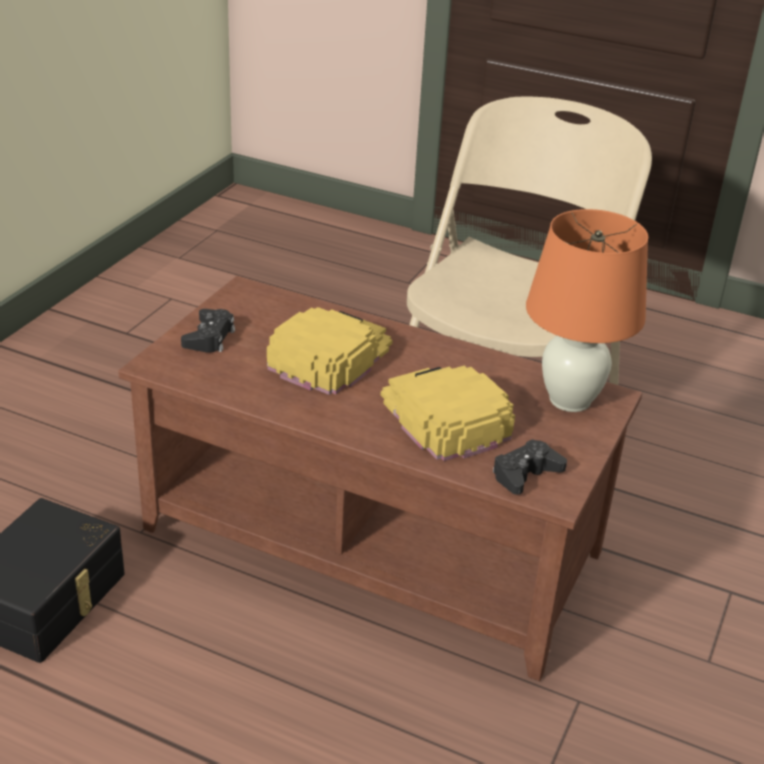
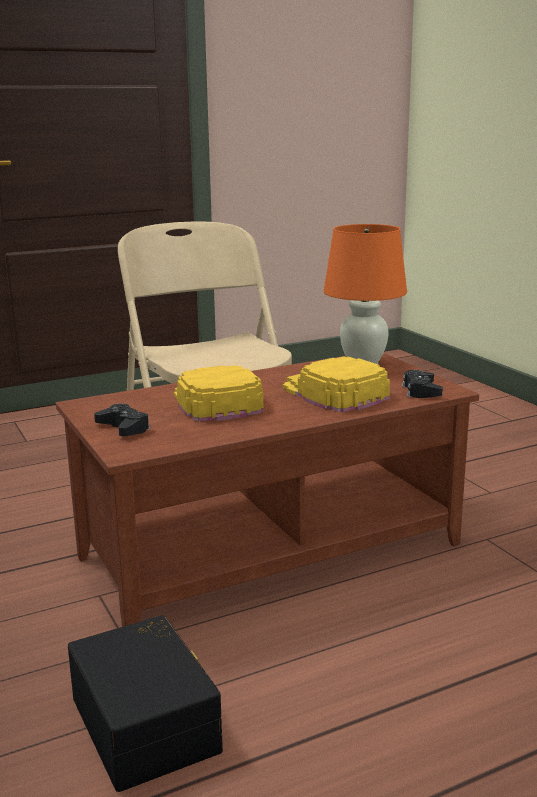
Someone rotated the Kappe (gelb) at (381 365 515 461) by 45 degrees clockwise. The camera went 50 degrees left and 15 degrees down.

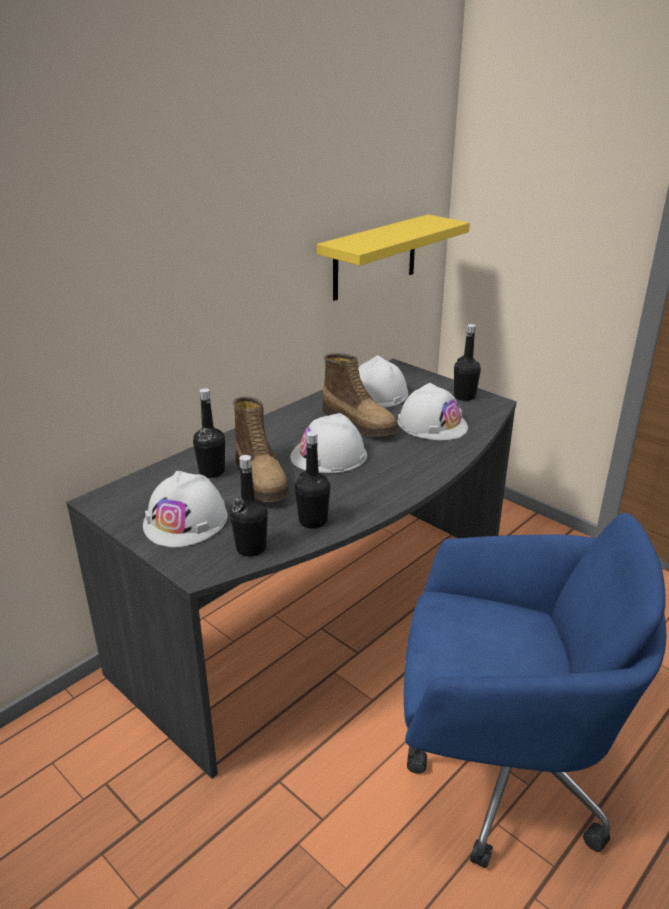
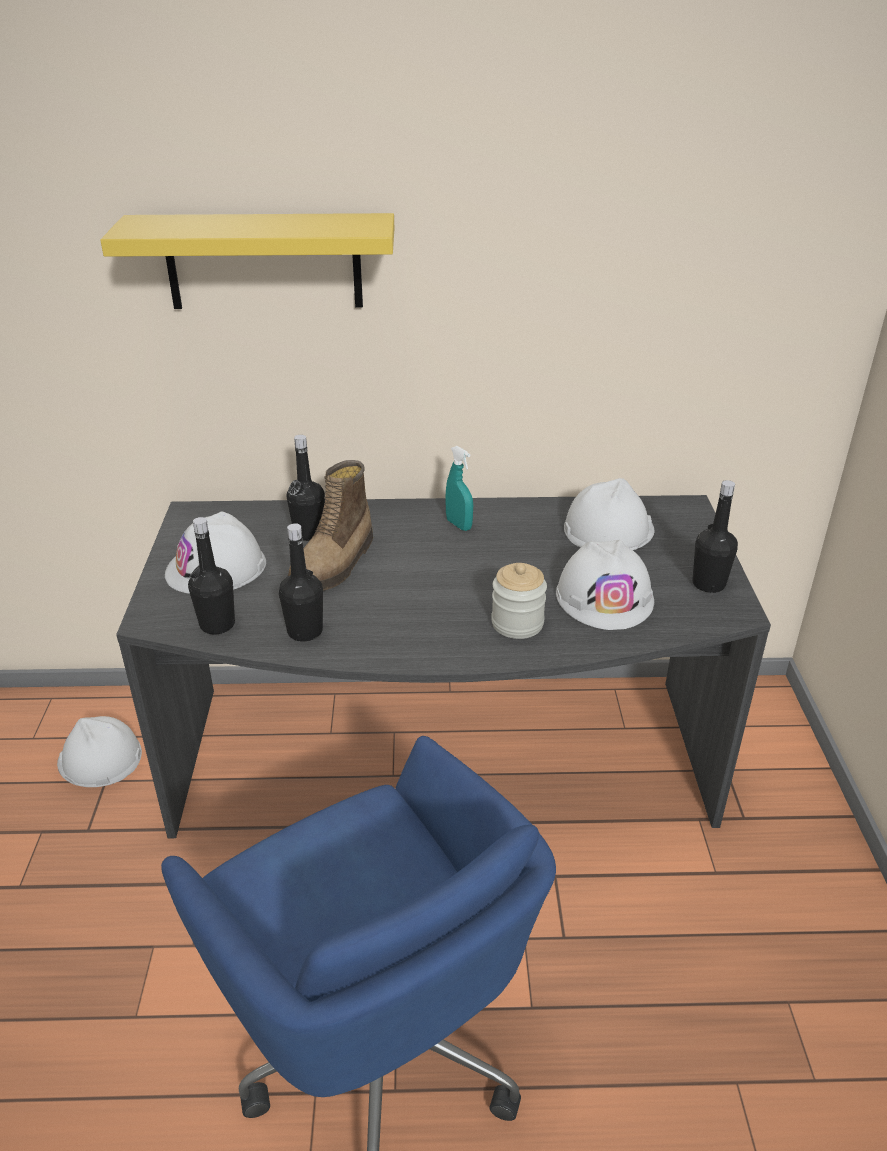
Someone carried the Schutzhelm (weiß) from (290 413 367 473) to (57 716 142 787). Someone carried the Wandregal (gelb) from (317 214 470 301) to (100 213 394 309). Someone put down the Sprühflasche (türkis) at (445 446 473 531). Someone put down the Vorratsglas at (491 563 547 639). Someone took away the Stiefel at (322 353 399 436). The camera went 45 degrees right and 5 degrees up.

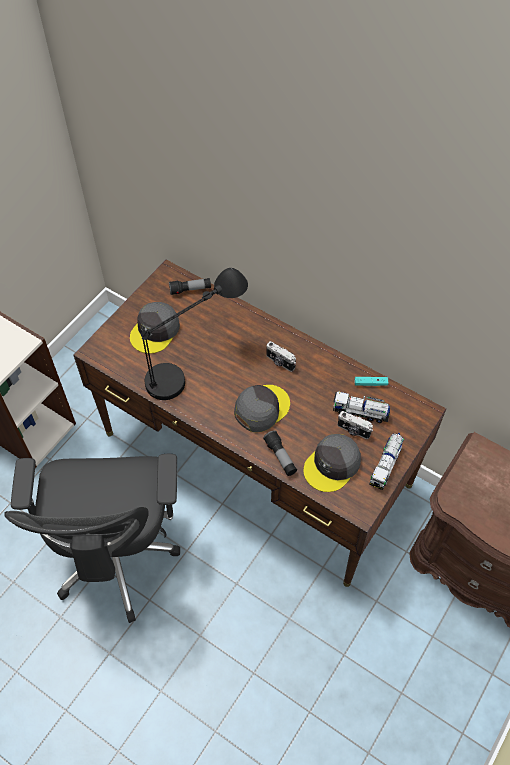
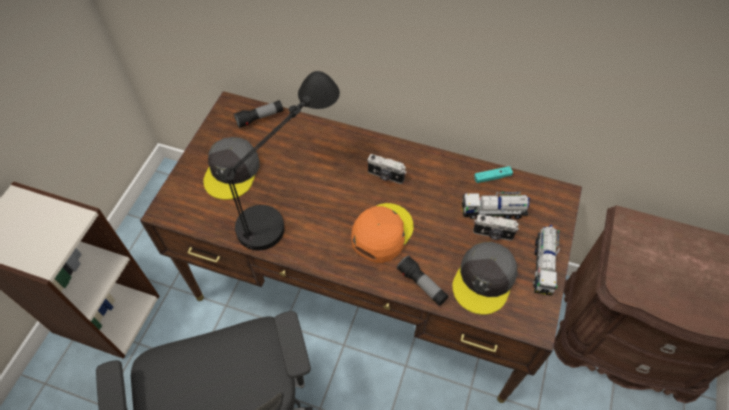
Someone repainted the Kappe (grau) at (234 385 290 432), which became the Kappe (orange) at (351 203 413 263). The camera went 15 degrees left and 0 degrees up.

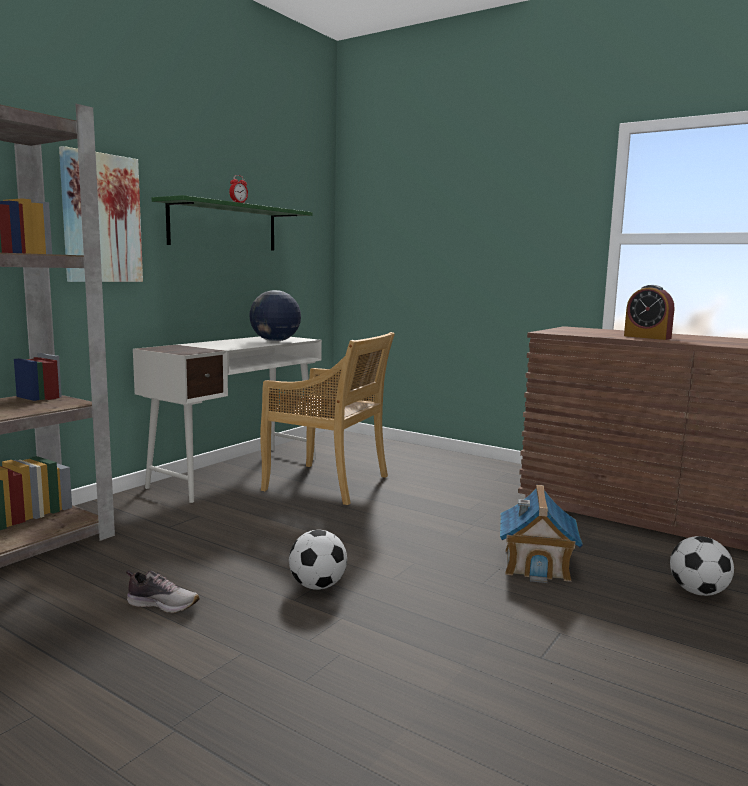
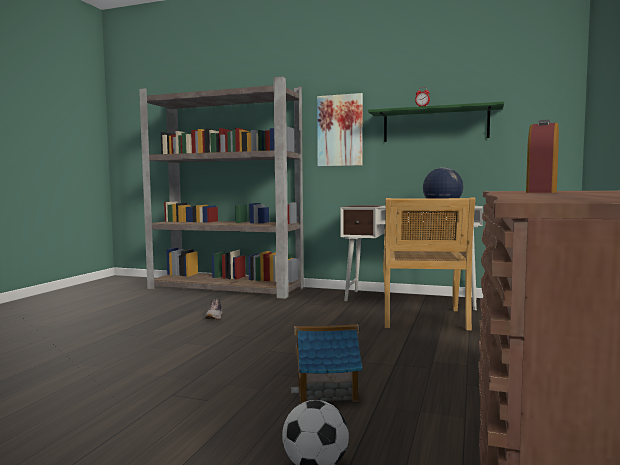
Someone took away the Fußball at (289 530 347 590). The camera went 75 degrees right and 5 degrees down.

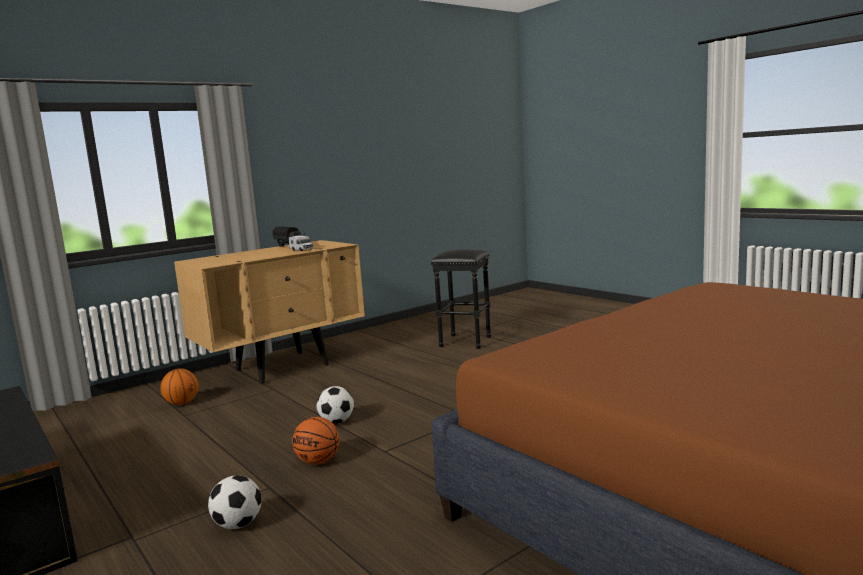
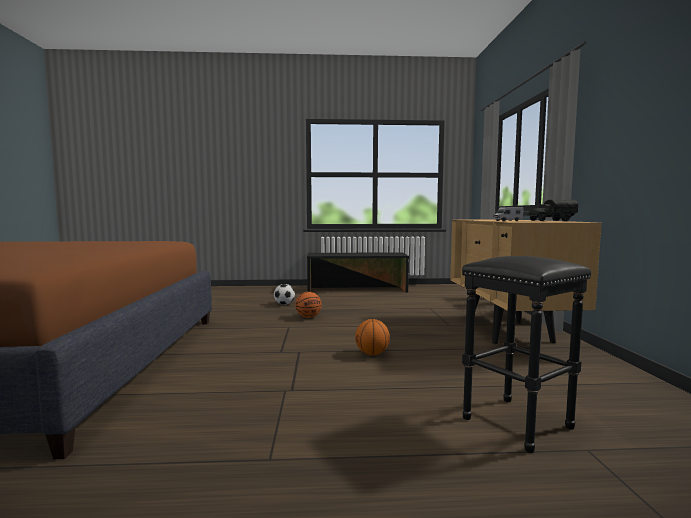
Someone carried the Basketball from (160 368 198 405) to (355 319 390 355). Someone took away the Fußball at (316 386 354 424). The camera went 125 degrees right and 5 degrees down.

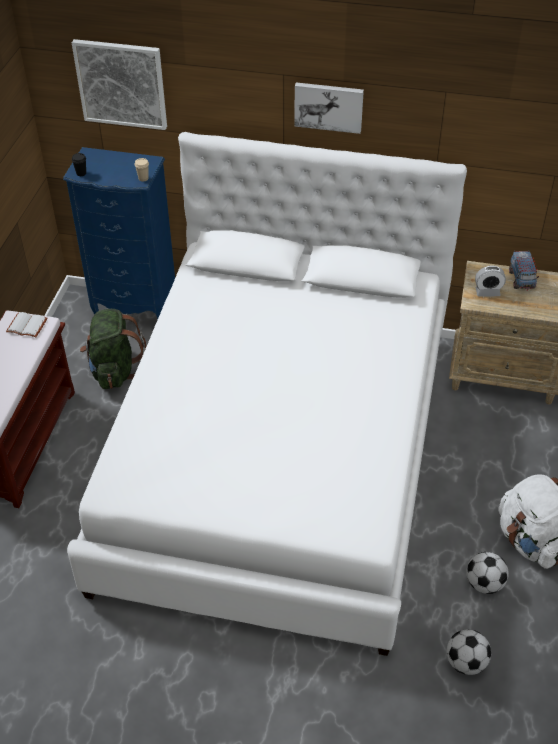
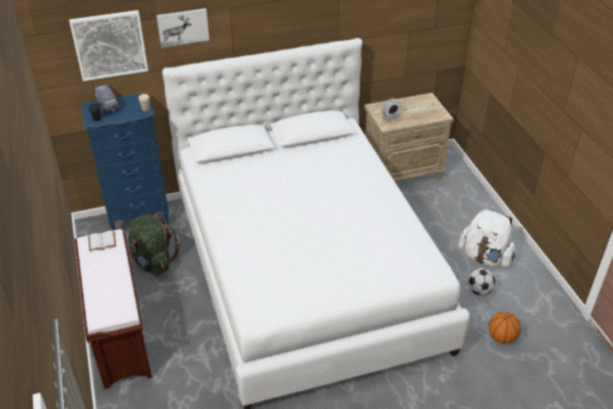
Someone carried the Spielzeuglaster from (509 250 539 291) to (94 84 120 113). Someone carried the Bild from (294 82 364 134) to (156 8 209 48). Someone swapped the Fußball at (447 629 491 675) for the Basketball at (489 312 521 344). The camera went 30 degrees left and 5 degrees down.

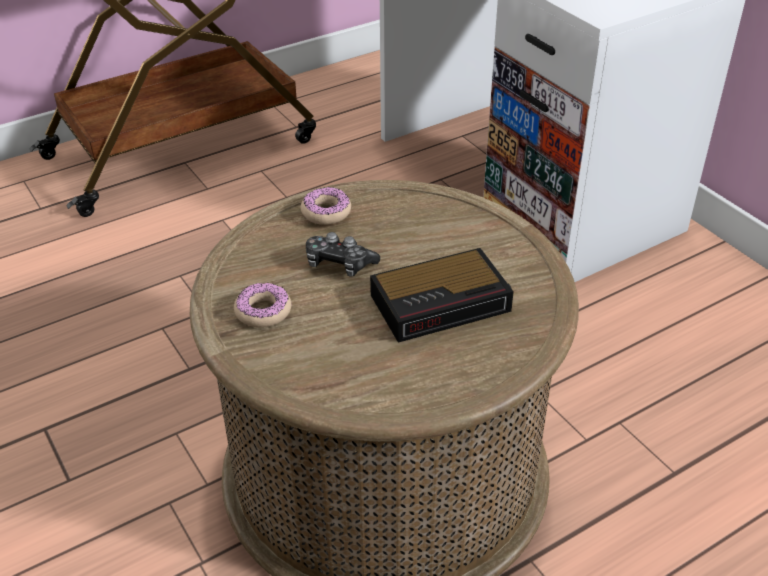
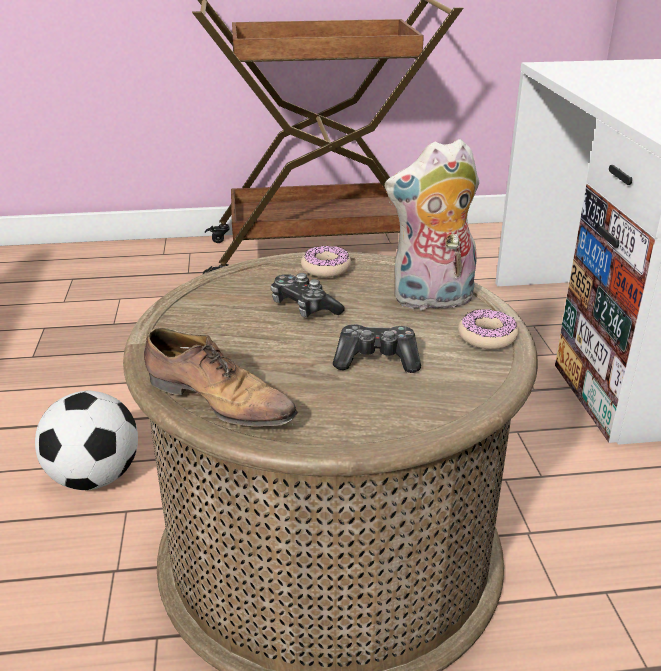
Someone put down the Fußball at (35 391 138 490). Someone put down the Schuh at (144 328 298 427). Someone swapped the Wecker at (370 248 514 343) for the Gamepad at (333 324 421 373). Someone put down the Plüschtier at (385 139 479 312). Someone carried the Donut from (234 282 291 328) to (458 309 519 349). The camera went 25 degrees right and 10 degrees down.

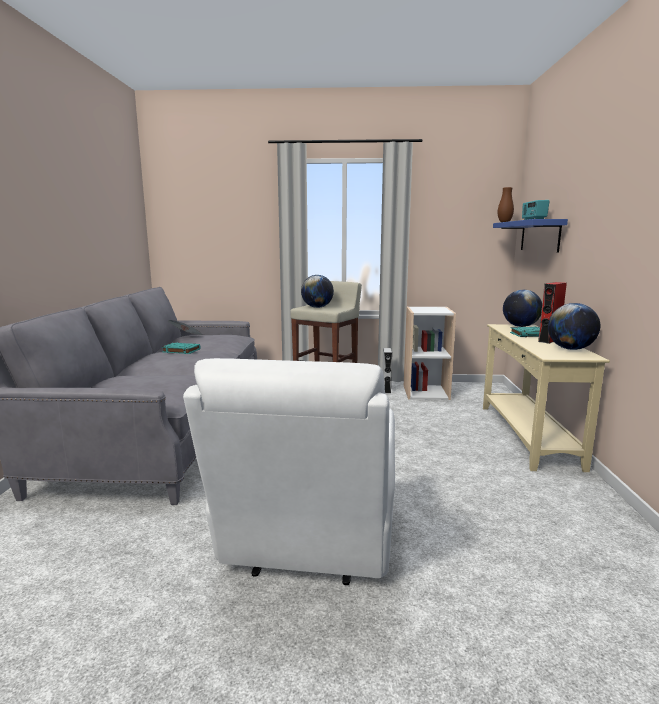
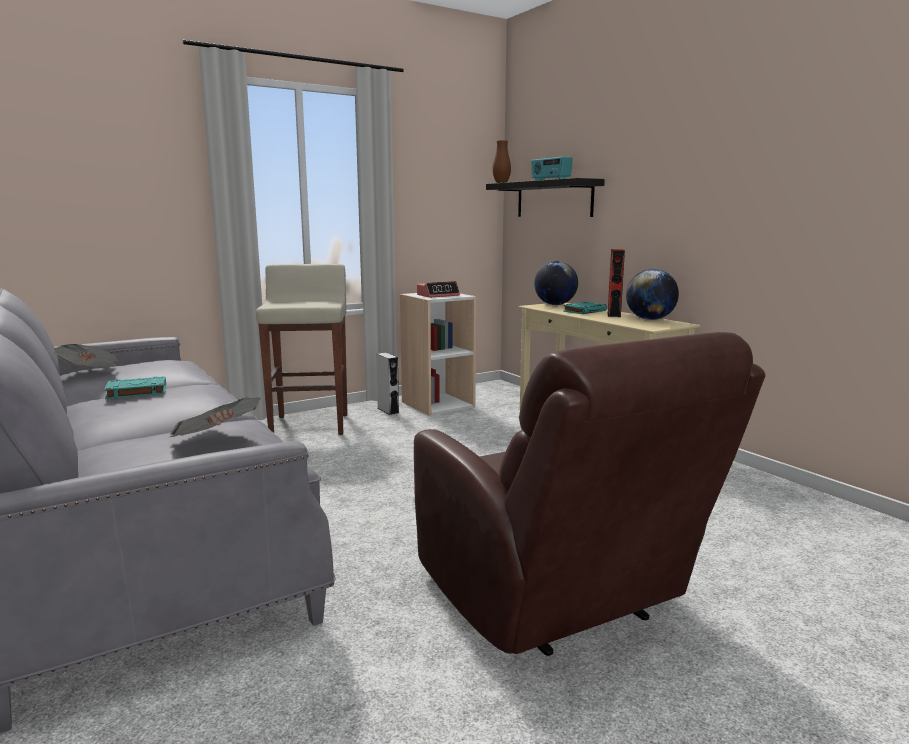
Someone put down the Zeitung at (170 397 261 437). Someone repainted the Sessel (weiß) at (183 358 395 585), which became the Sessel (braun) at (414 332 766 656). Someone put down the Wecker at (417 281 460 298). Someone repainted the Wandregal (blau) at (493 219 568 253), which became the Wandregal (schwarz) at (486 178 605 217). Someone took away the Globus at (301 275 334 308). The camera went 35 degrees left and 0 degrees up.

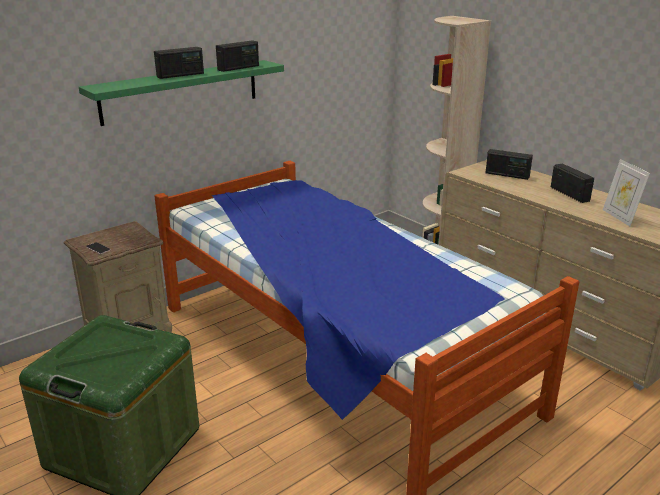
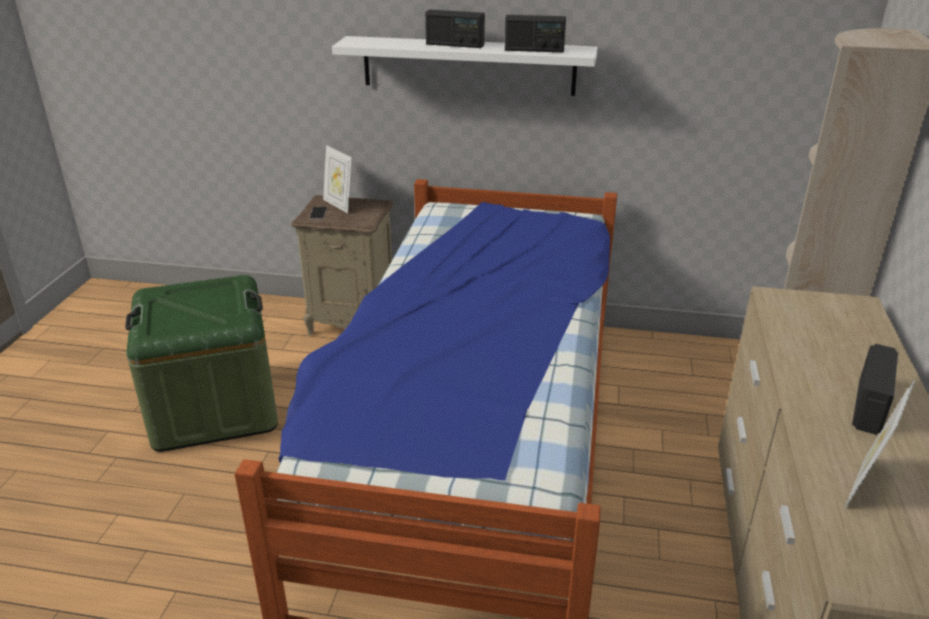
Someone put down the Bilderrahmen at (323 145 352 213). Someone repainted the Wandregal (grün) at (79 60 284 126), which became the Wandregal (weiß) at (332 36 597 96). Someone took away the Radio at (485 149 533 180). The camera went 50 degrees right and 5 degrees up.

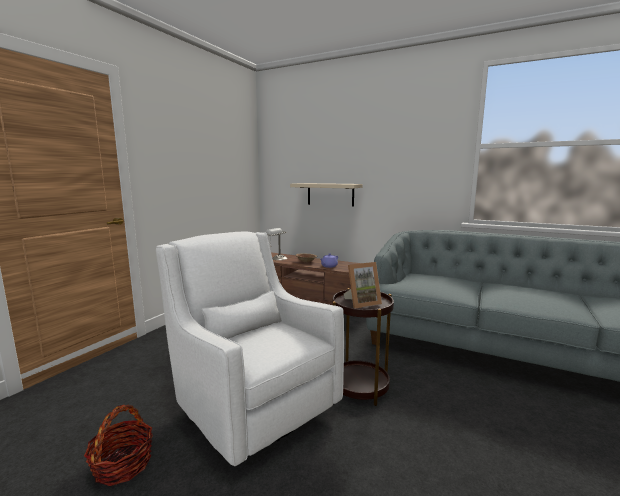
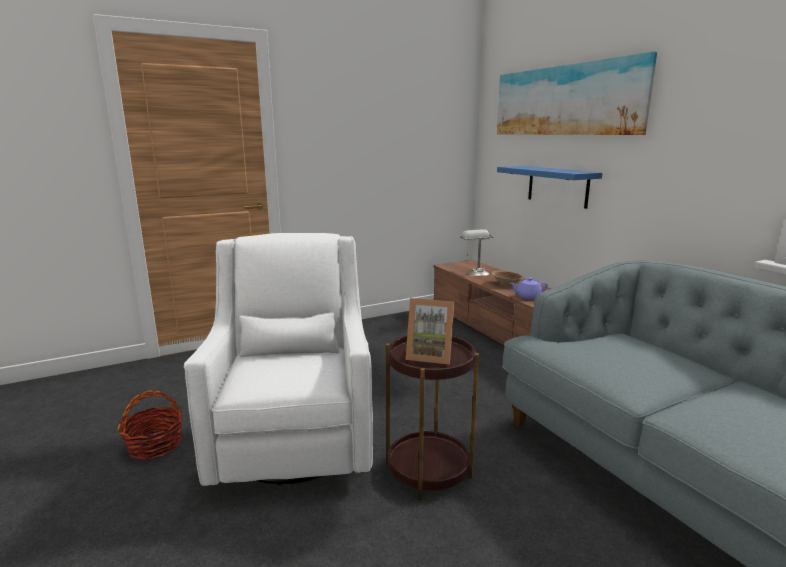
Someone put up the Bild at (497 51 657 135). Someone repainted the Wandregal (beige) at (290 183 362 207), which became the Wandregal (blau) at (497 166 603 209). The camera went 35 degrees right and 5 degrees up.

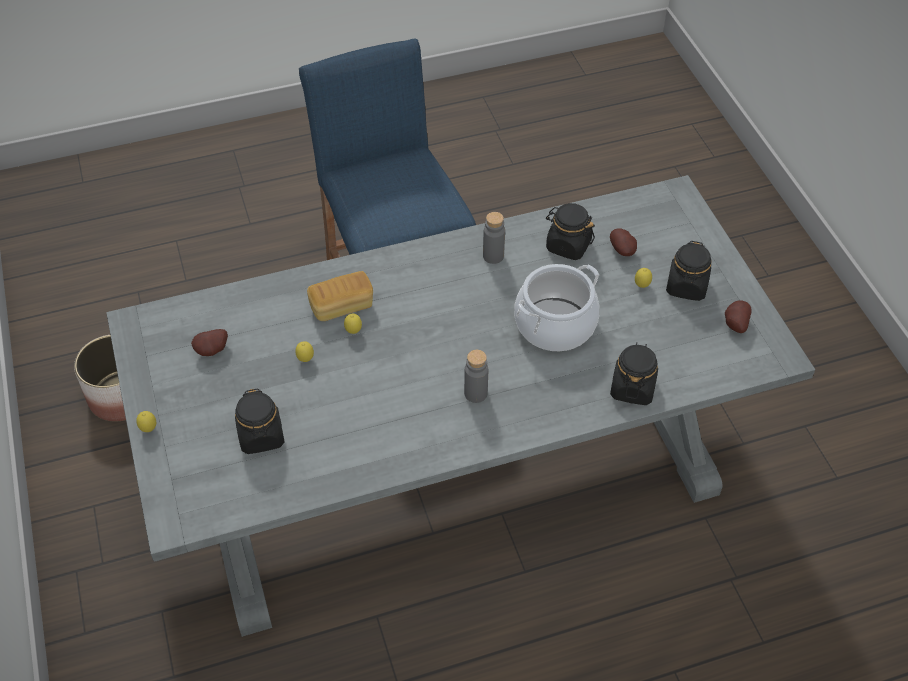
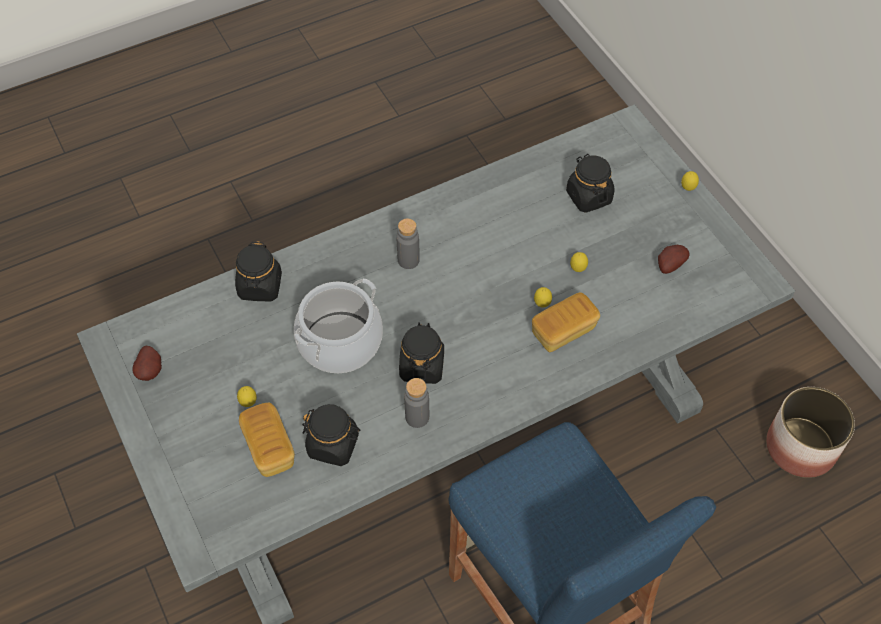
Someone swapped the Kartoffel at (610 228 637 256) for the Brot at (239 403 295 477). Someone carried the Vorratsglas (schwarz) from (666 241 711 301) to (399 322 444 384). The camera went 170 degrees right and 5 degrees up.

